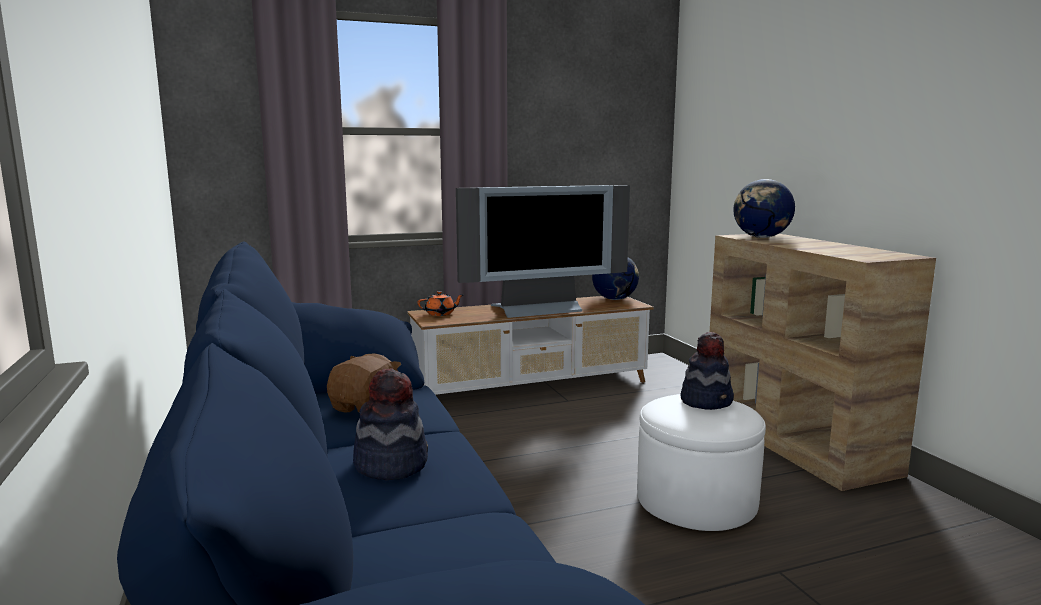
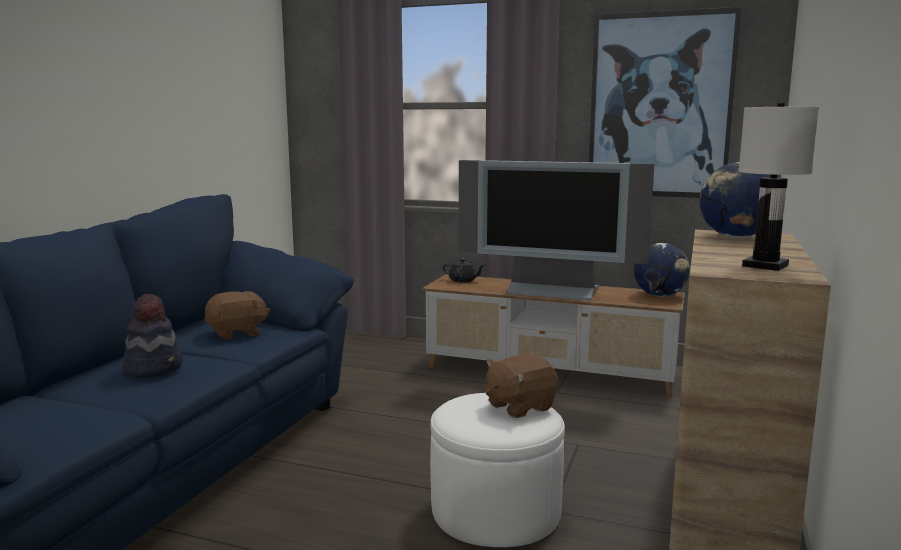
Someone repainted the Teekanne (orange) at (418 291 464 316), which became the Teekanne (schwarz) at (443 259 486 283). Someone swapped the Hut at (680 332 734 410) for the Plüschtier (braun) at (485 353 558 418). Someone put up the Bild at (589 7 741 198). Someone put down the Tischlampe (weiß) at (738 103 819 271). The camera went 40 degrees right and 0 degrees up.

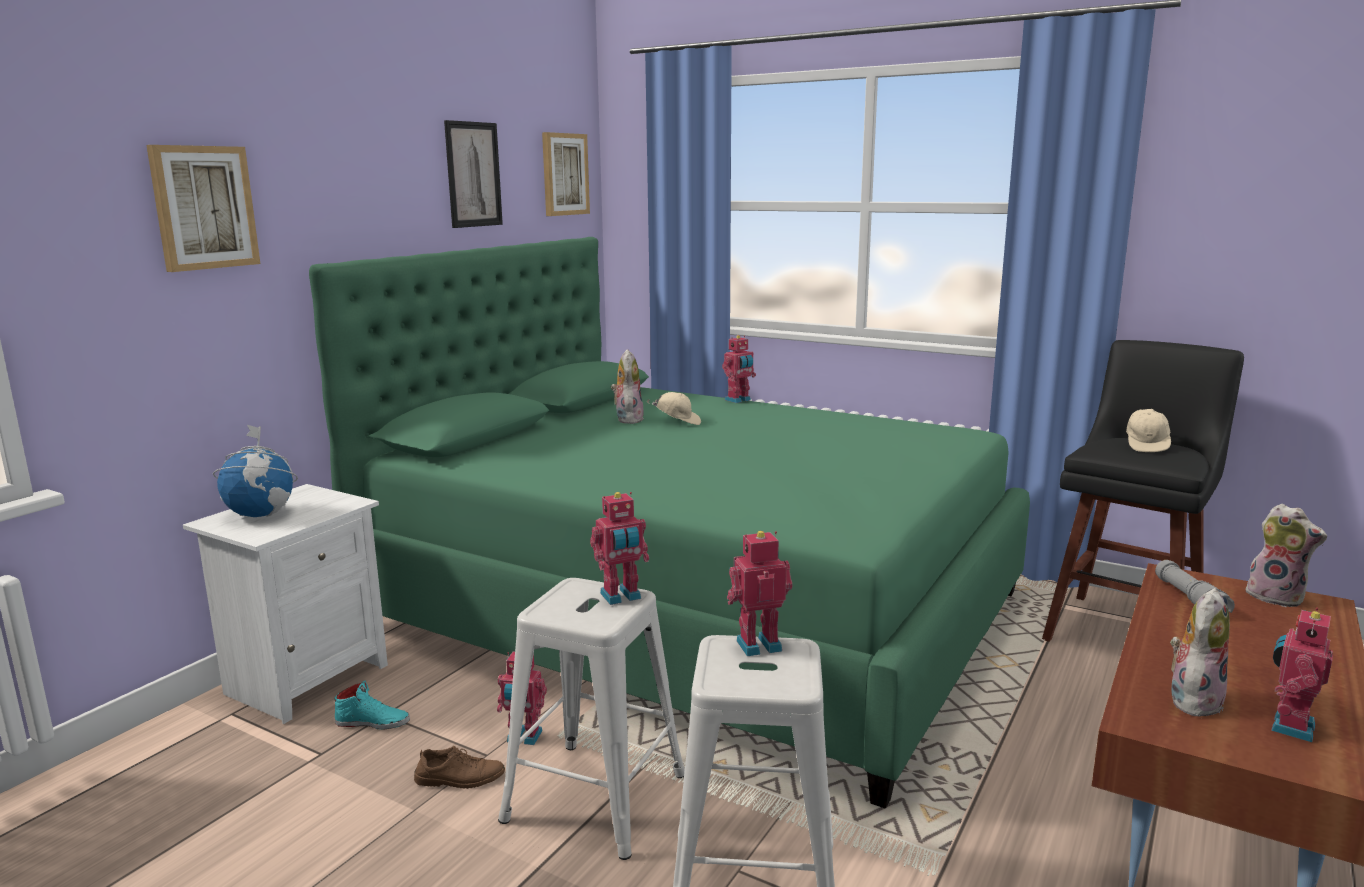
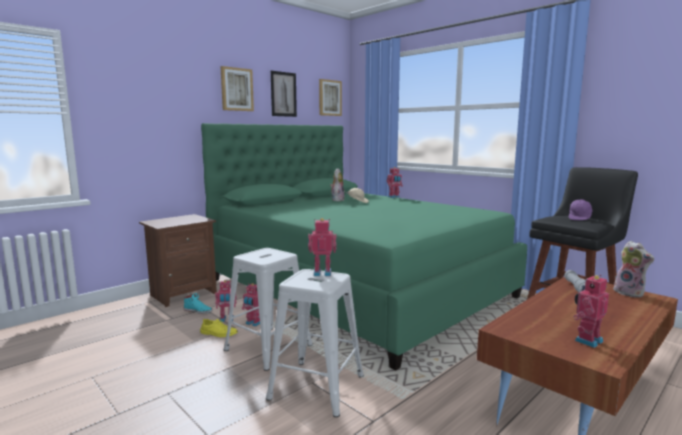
Someone repainted the Nachttisch (weiß) at (183 484 388 724), which became the Nachttisch (braun) at (139 214 217 307). Someone repainted the Schuh (braun) at (414 746 505 789), which became the Schuh (gelb) at (200 318 238 337). Someone carried the Spielzeugroboter from (590 492 649 605) to (215 280 237 322). Someone carried the Bild from (146 145 260 272) to (220 66 254 111). Someone repainted the Kappe (beige) at (1126 409 1171 452), which became the Kappe (lila) at (569 199 593 220). Someone took away the Globus at (213 425 298 517). Someone took away the Plüschtier at (1170 588 1230 719). The camera went 15 degrees right and 5 degrees down.

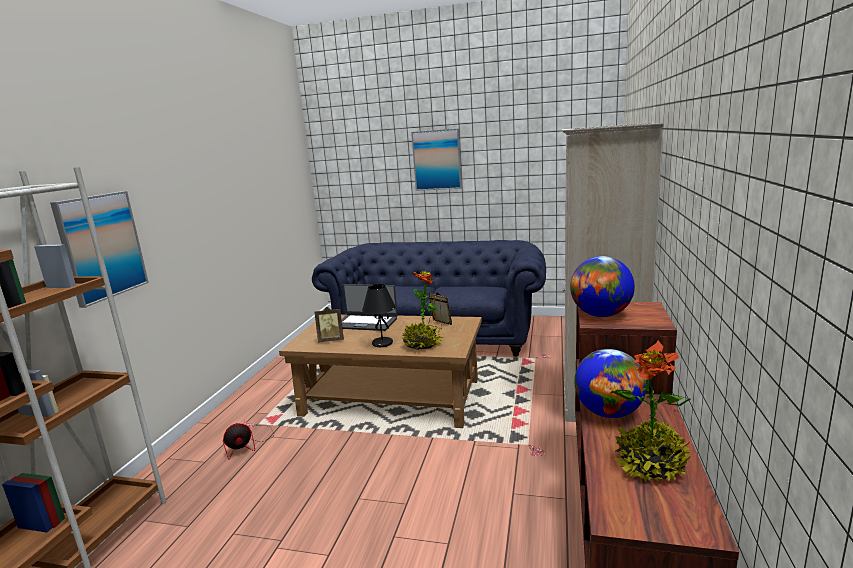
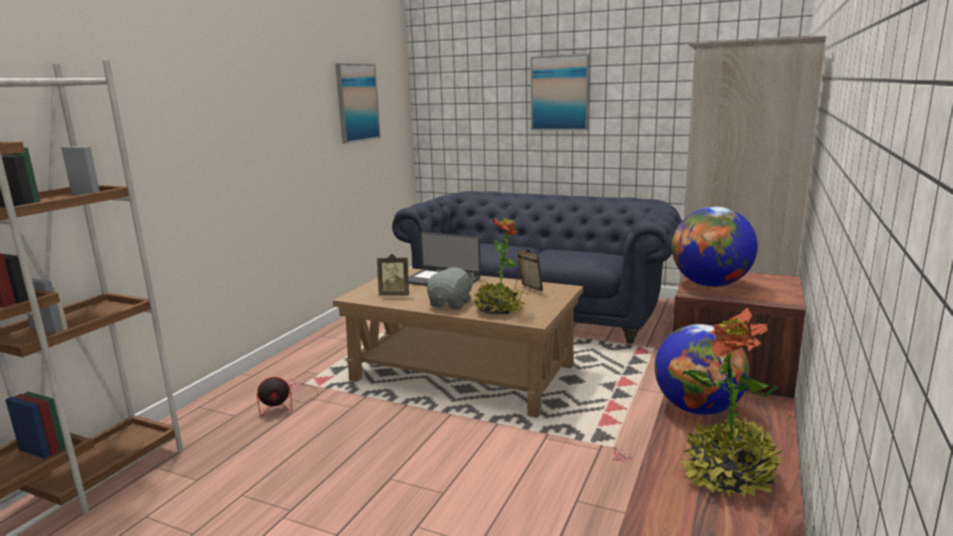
Someone carried the Bild from (50 191 149 308) to (335 63 381 143). Someone swapped the Tischlampe (schwarz) at (362 284 396 347) for the Plüschtier (grau) at (427 267 474 309). The camera went 10 degrees right and 0 degrees up.

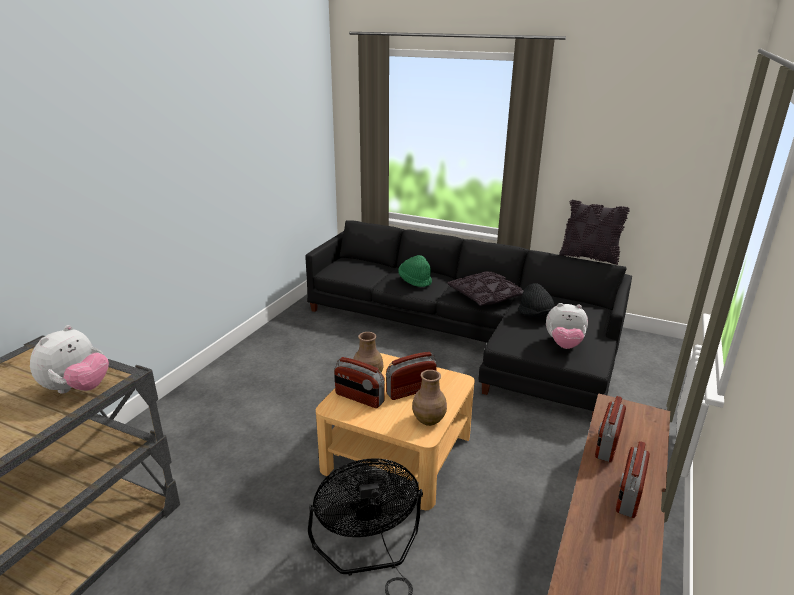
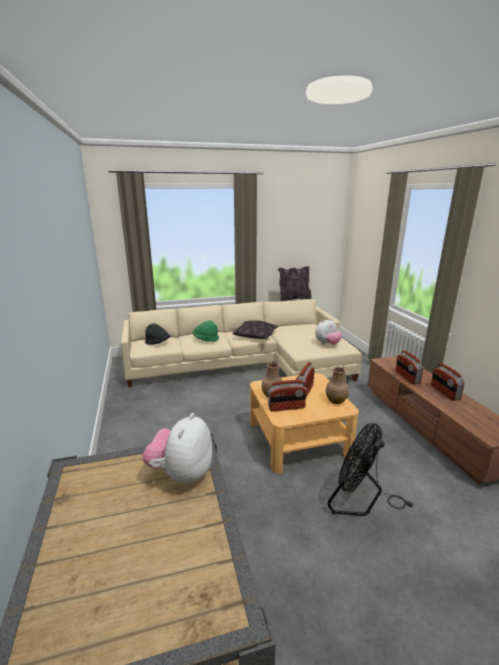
Someone repainted the Sofa (schwarz) at (305 220 632 416), which became the Sofa (beige) at (121 299 362 387). Someone rotated the Plüschtier at (30 325 109 394) by 150 degrees counterclockwise. Someone carried the Hut (schwarz) from (518 283 555 317) to (145 323 170 345). The camera went 40 degrees left and 5 degrees down.

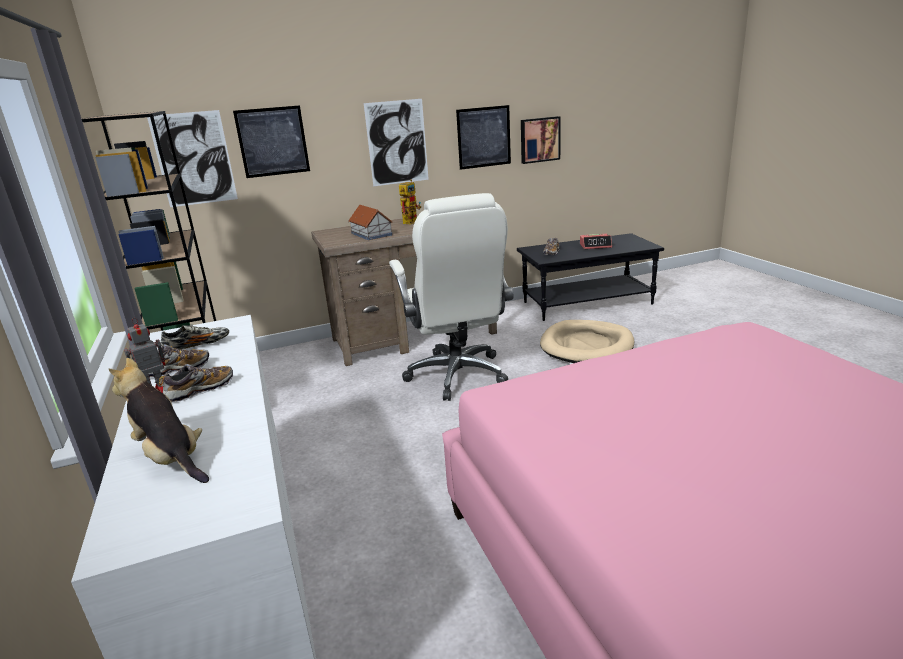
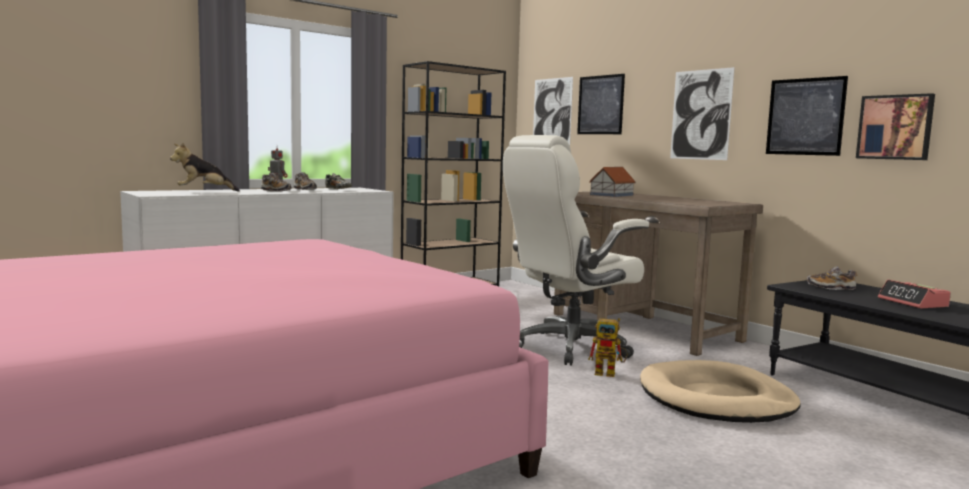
Someone rotated the Plüschtier at (108 358 209 483) by 135 degrees counterclockwise. Someone carried the Spielzeugroboter from (399 179 421 224) to (588 318 627 377). The camera went 70 degrees right and 15 degrees down.

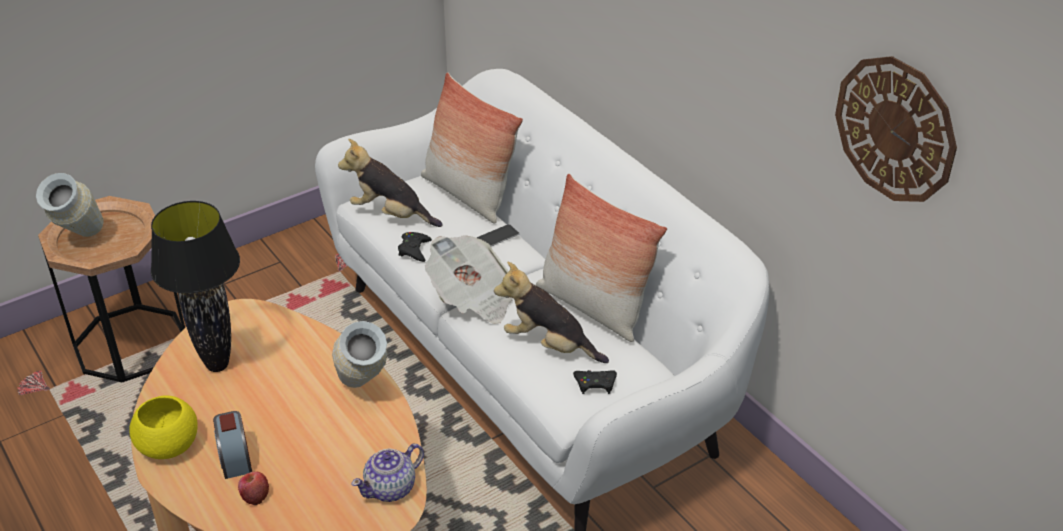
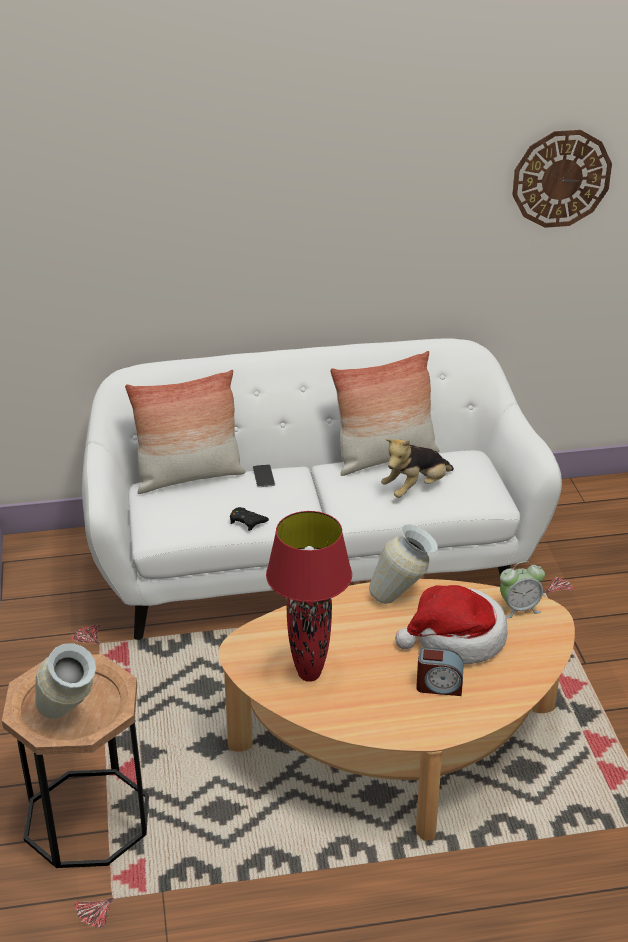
Someone repainted the Tischlampe (schwarz) at (151 201 240 372), which became the Tischlampe (rot) at (266 511 352 682). Someone put down the Hut at (395 585 508 664). Someone swapped the Teekanne at (351 444 424 502) for the Wecker at (500 561 545 618). Someone took away the Schüssel (gelb) at (129 395 198 459). Someone took away the Apfel at (238 471 269 505). Someone took away the Plüschtier at (338 139 443 227). Someone took away the Zeitung at (425 235 513 324). Someone took away the Gamepad (schwarz) at (573 370 617 394). The camera went 65 degrees left and 5 degrees down.

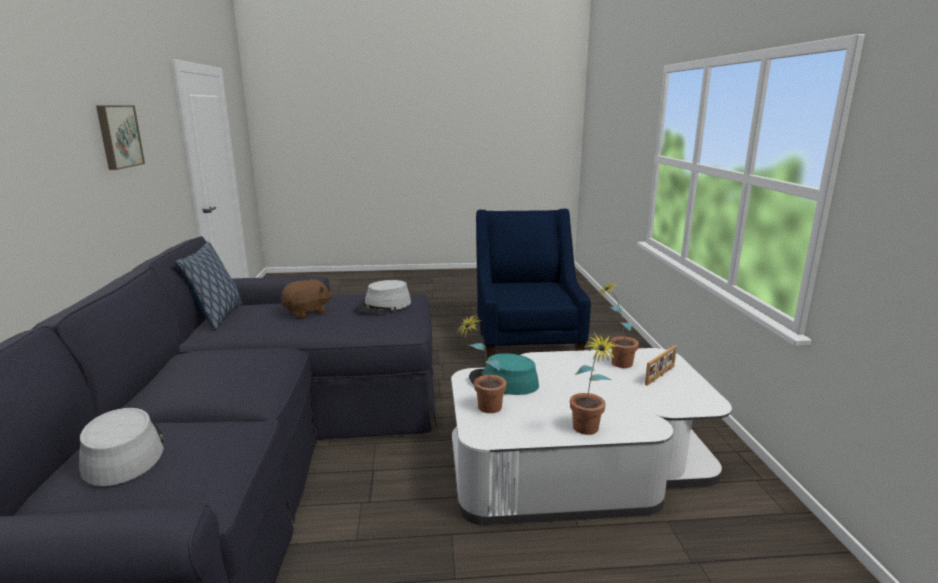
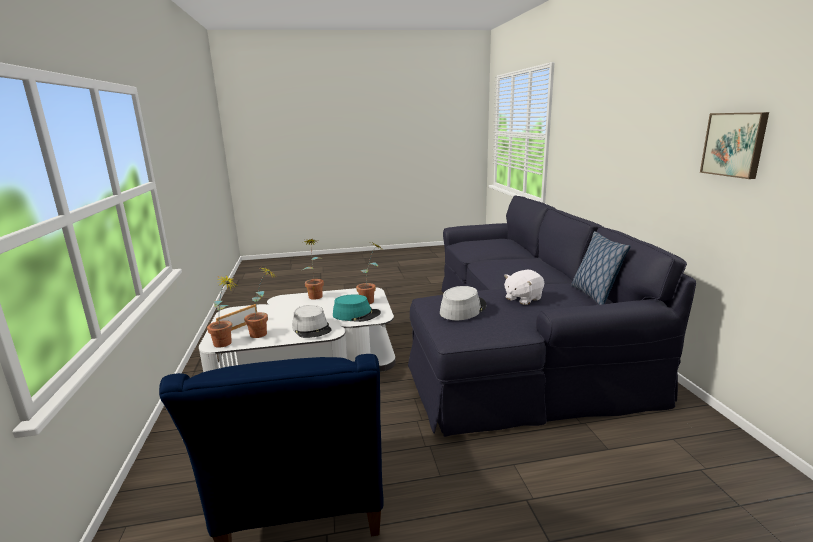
Someone put down the Topfpflanze at (207 276 236 348). Someone carried the Hut (grau) from (79 408 164 486) to (292 305 332 338). Someone repainted the Plüschtier (braun) at (281 279 331 318), which became the Plüschtier (weiß) at (504 270 544 305). The camera went 175 degrees right and 0 degrees up.

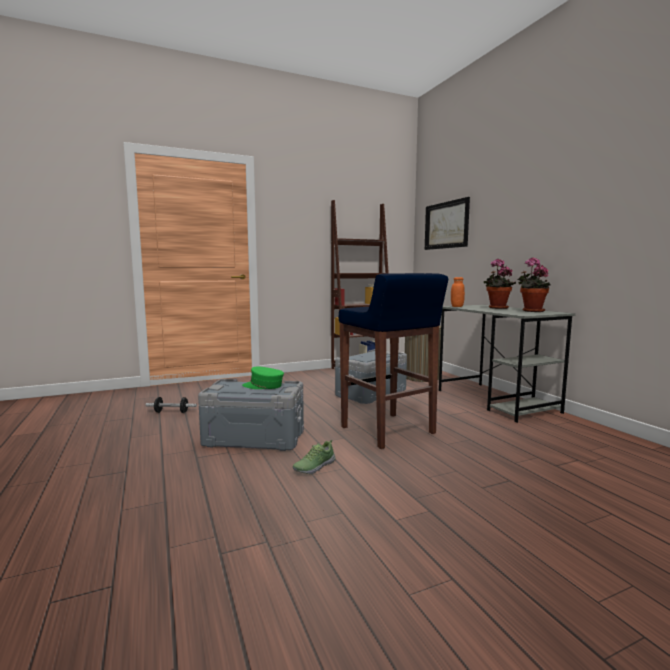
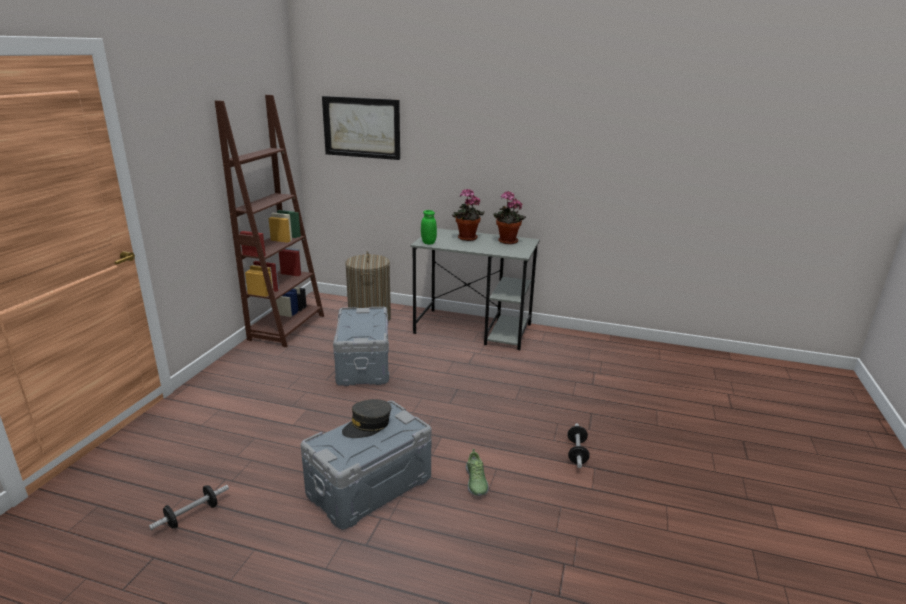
Someone repainted the Kappe (grün) at (242 367 284 389), which became the Kappe (grau) at (342 399 391 438). Someone repainted the Vorratsglas (orange) at (451 277 465 307), which became the Vorratsglas (grün) at (421 210 437 244). Someone put down the Hantel at (567 423 590 468). Someone took away the Hocker (blau) at (339 273 448 449). The camera went 50 degrees left and 15 degrees up.

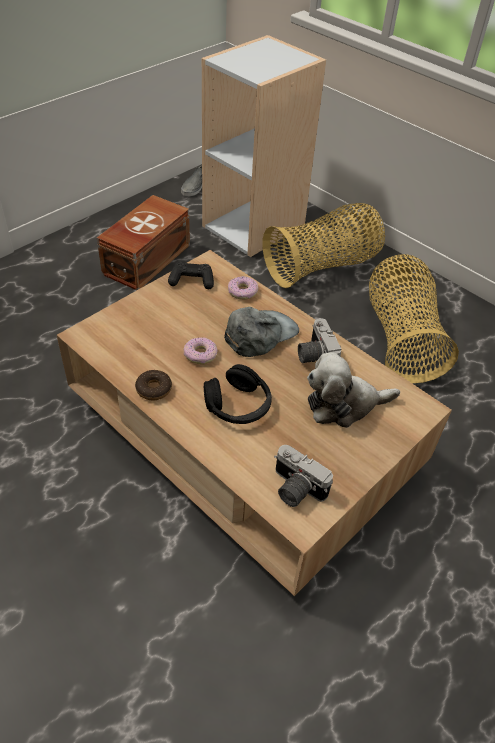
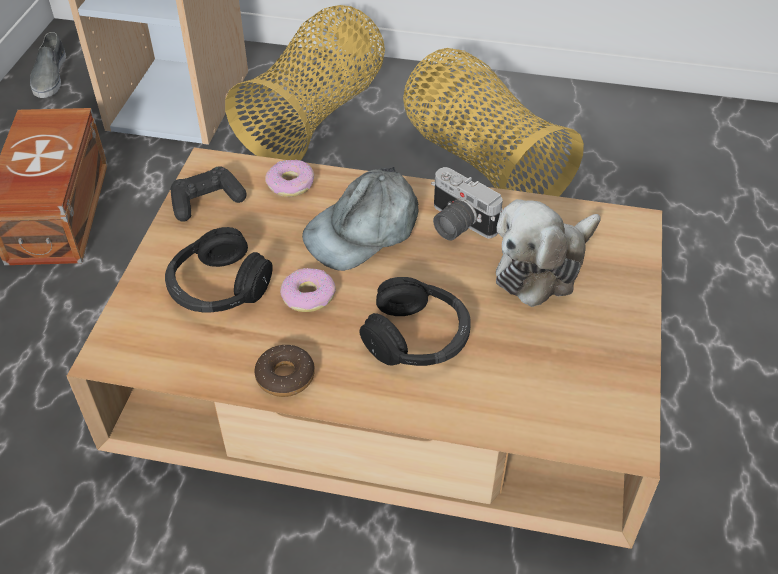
Someone put down the Kopfhörer (schwarz) at (165 227 273 313). Someone rotated the Kappe (grau) at (224 307 299 357) by 150 degrees counterclockwise. Someone took away the Kamera at (274 445 333 507). The camera went 30 degrees left and 0 degrees up.

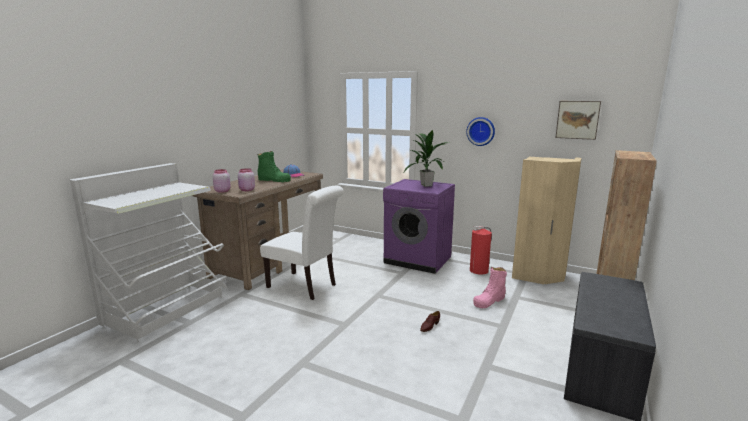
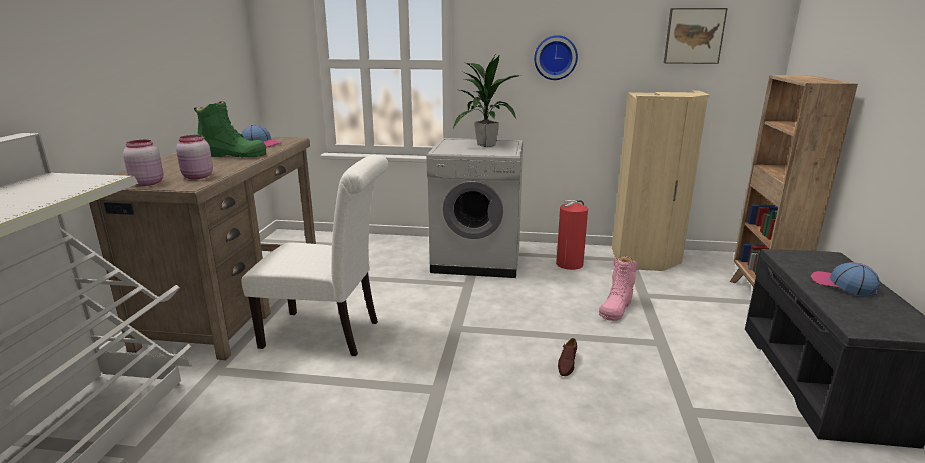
Someone repainted the Waschmaschine (lila) at (383 179 455 274), which became the Waschmaschine (weiß) at (427 138 523 278). Someone put down the Kappe at (811 262 880 296). The camera went 20 degrees left and 5 degrees up.

